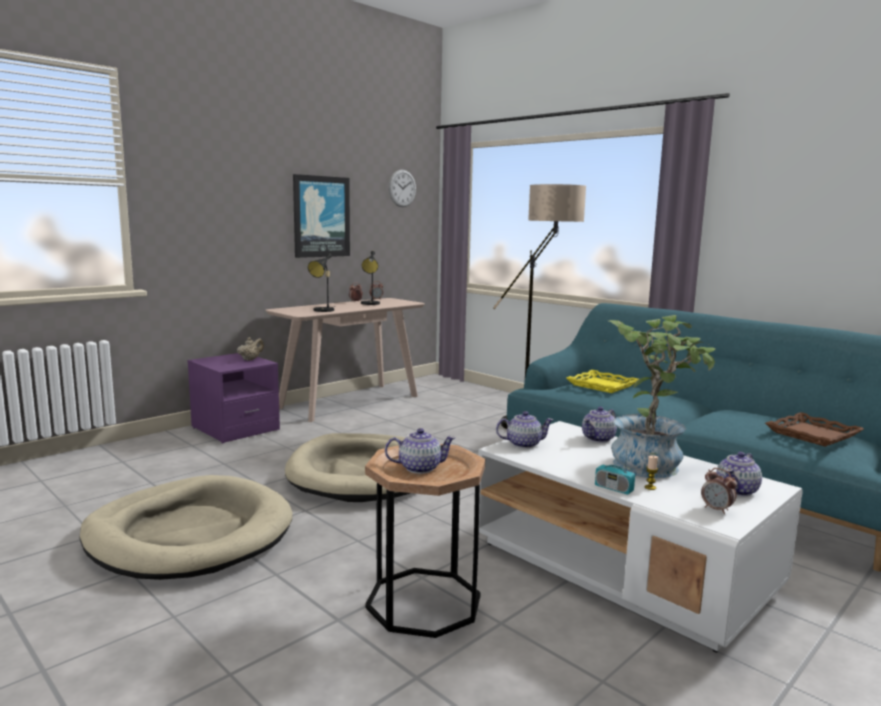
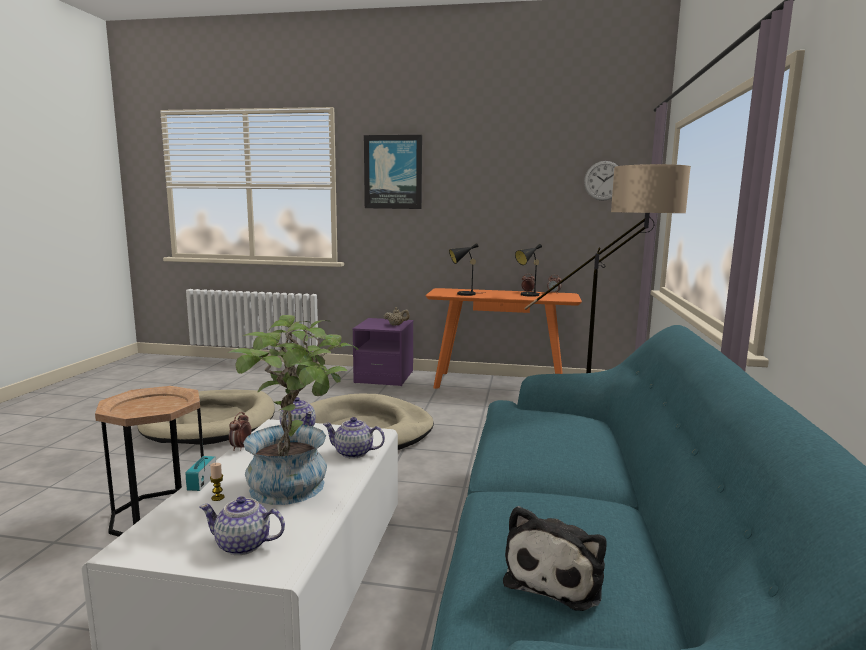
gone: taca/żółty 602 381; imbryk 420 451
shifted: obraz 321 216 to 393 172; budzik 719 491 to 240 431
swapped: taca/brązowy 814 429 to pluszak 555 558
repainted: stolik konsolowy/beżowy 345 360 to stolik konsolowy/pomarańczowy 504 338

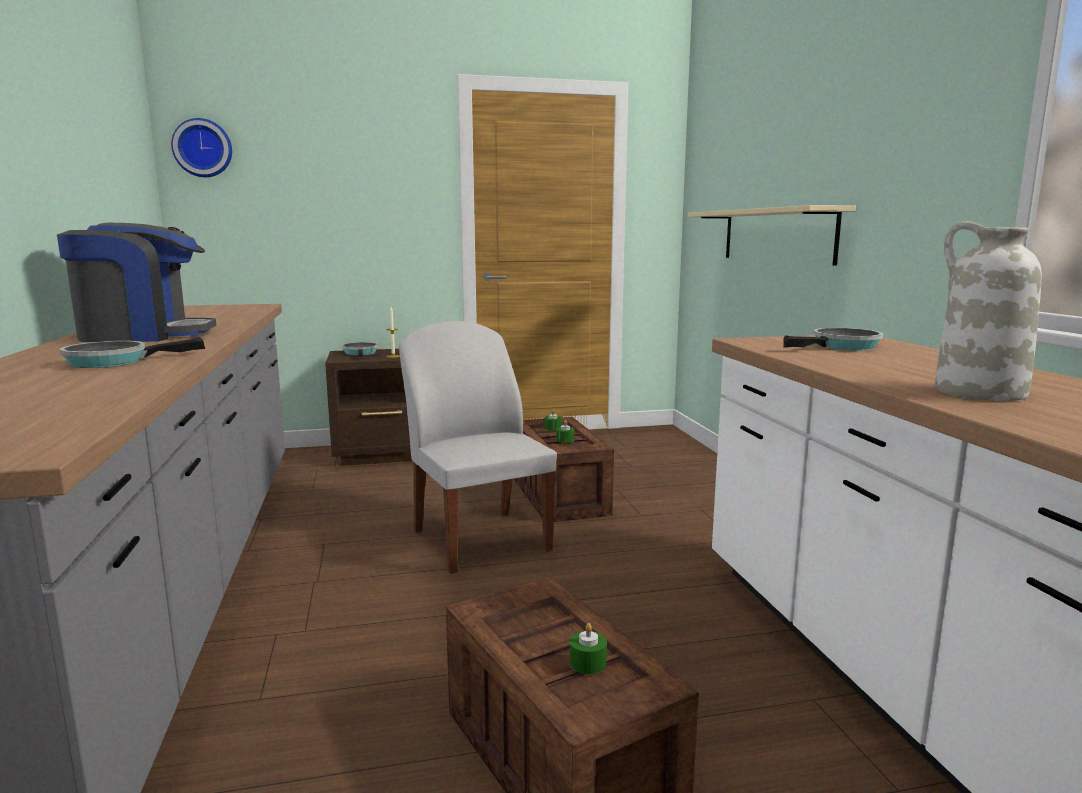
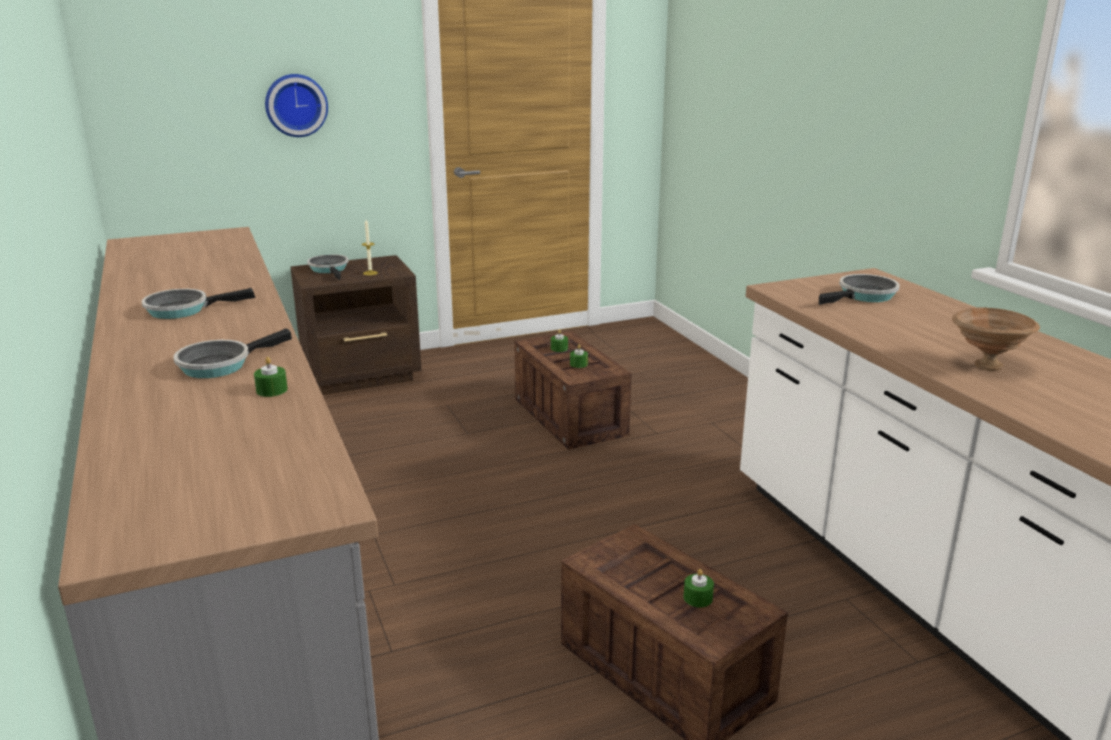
gone: półka/beżowy 771 235; krzesło/biały 478 447
new: świeca/zielony 271 377
shifted: zegar ścienny 201 147 to 296 105
swapped: wazon/biały 988 311 to miska/brązowy 996 339; ekspres do kawy 136 282 to patelnia 198 303

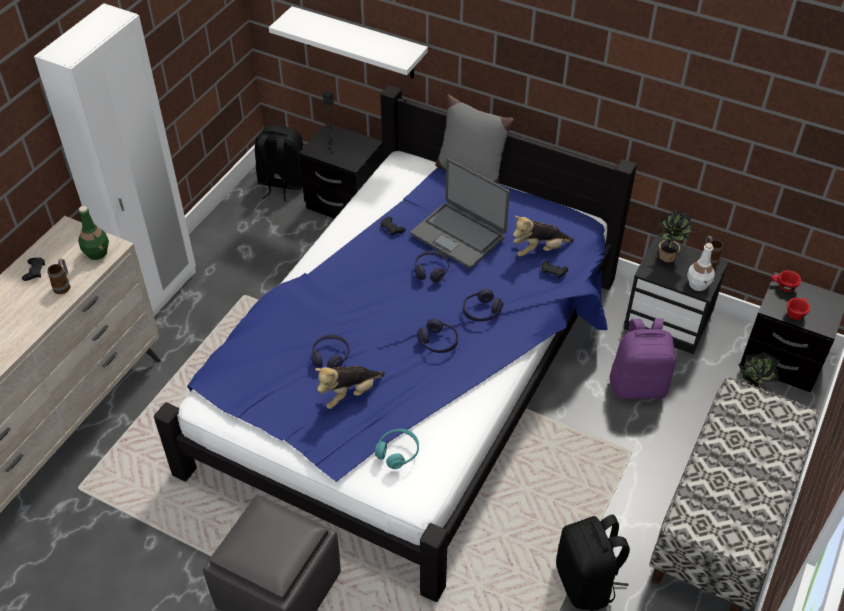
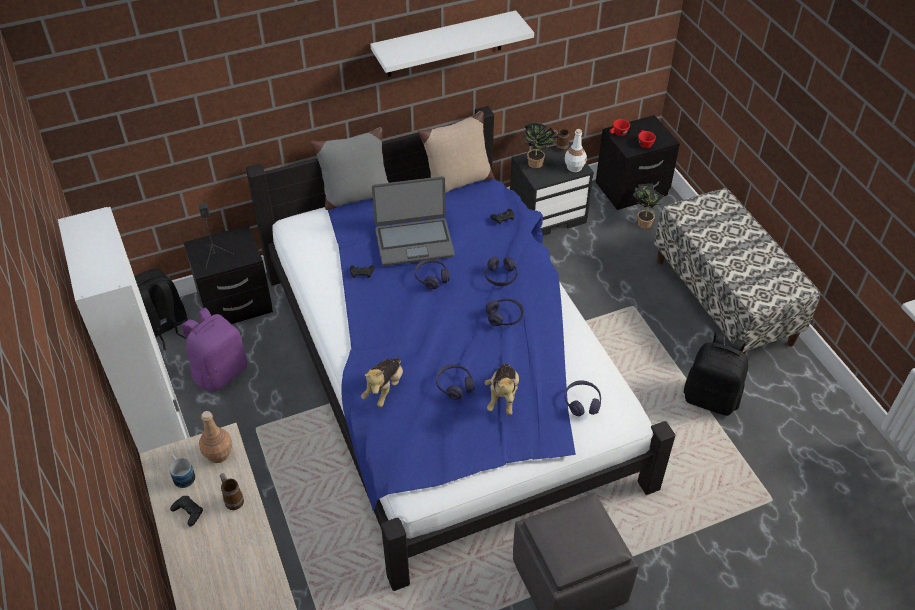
new: poduszka/beżowy 456 152; kubek 182 471
shifted: półka/biały 348 42 to 452 43; pluszak 543 236 to 382 382; plecak/fioletowy 643 359 to 214 350
repainted: butelka/zielony 93 233 to butelka/brązowy 215 437; słuchawki/turkusowy 397 449 to słuchawki/fioletowy 582 398

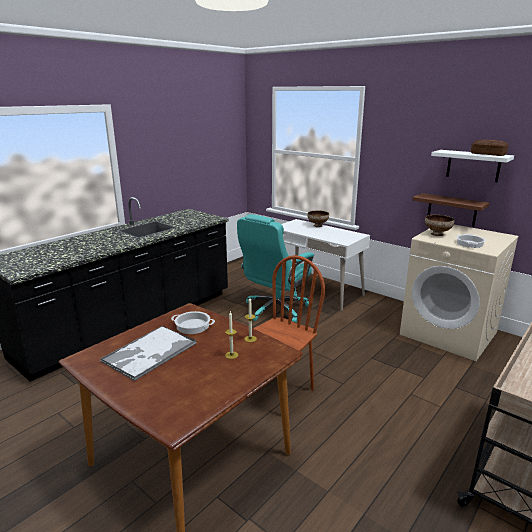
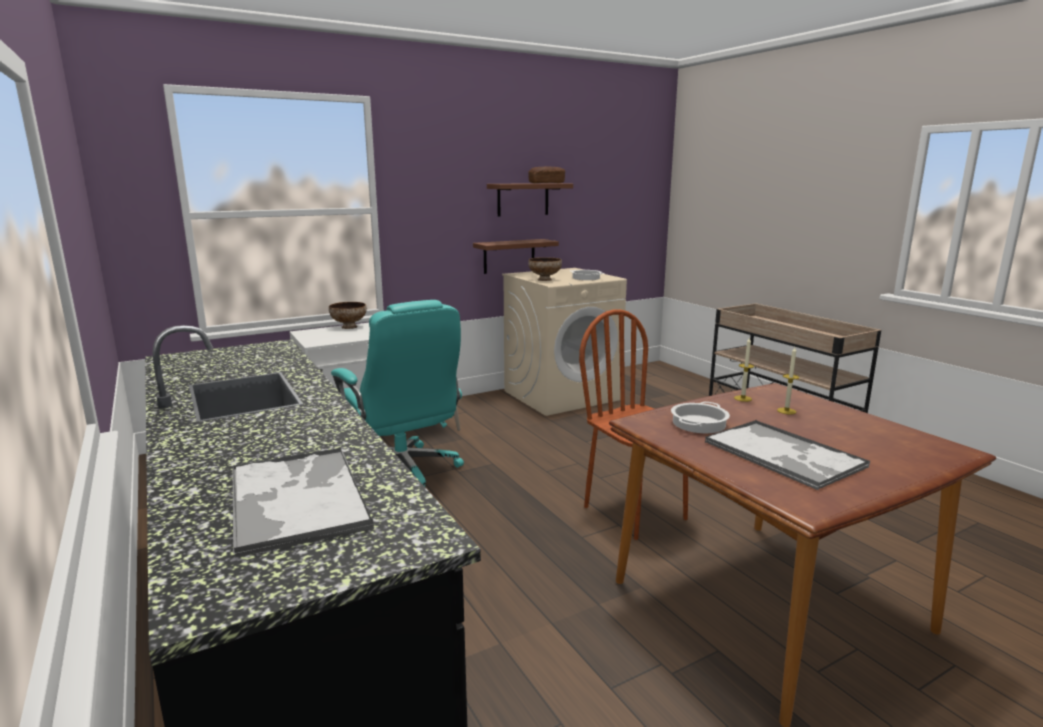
new: taca 303 503
repainted: półka/biały 472 166 to półka/brązowy 530 200

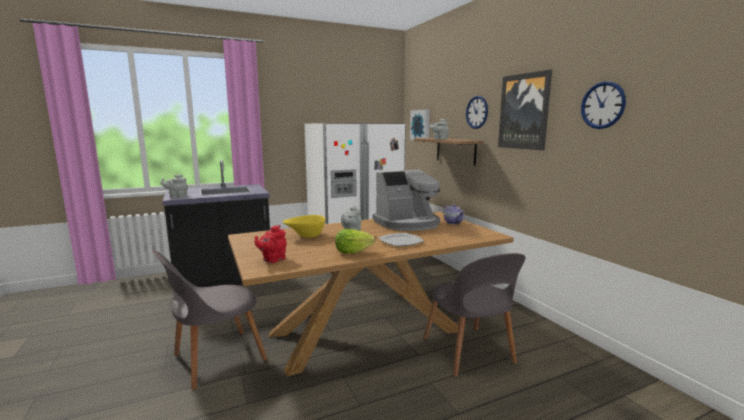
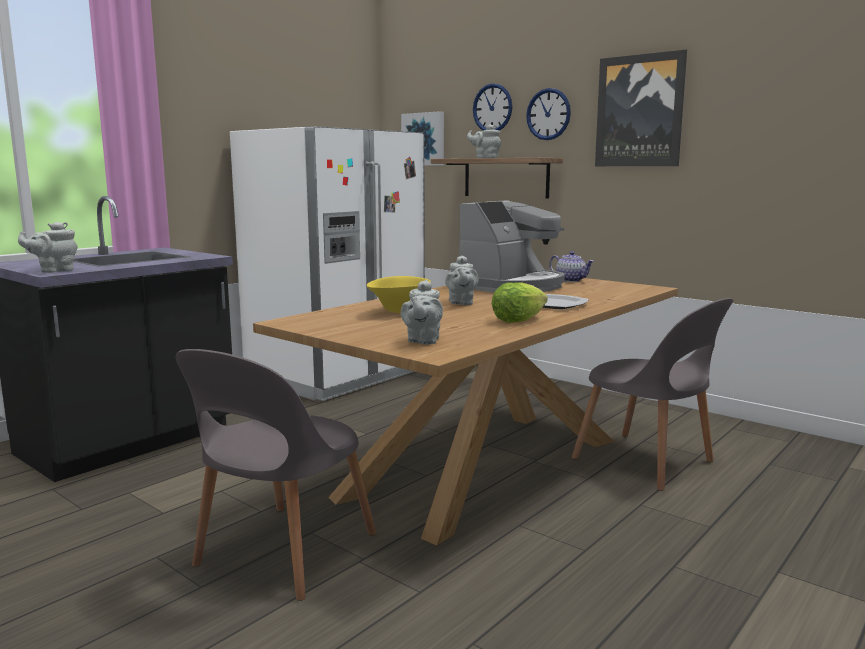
shifted: zegar ścienny 603 105 to 492 107
repainted: imbryk/czerwony 271 244 to imbryk/szary 422 312

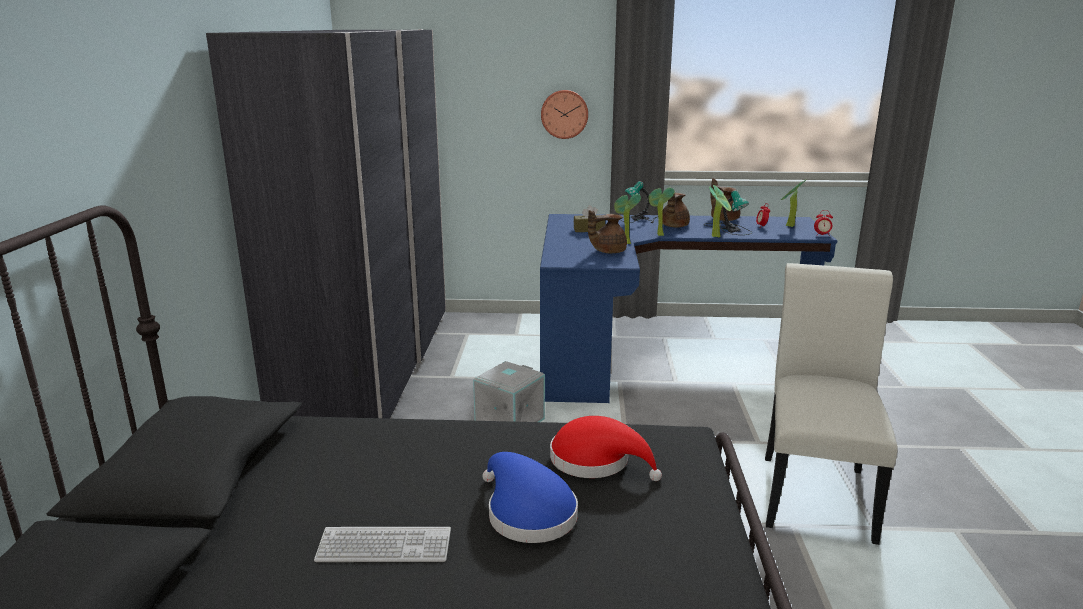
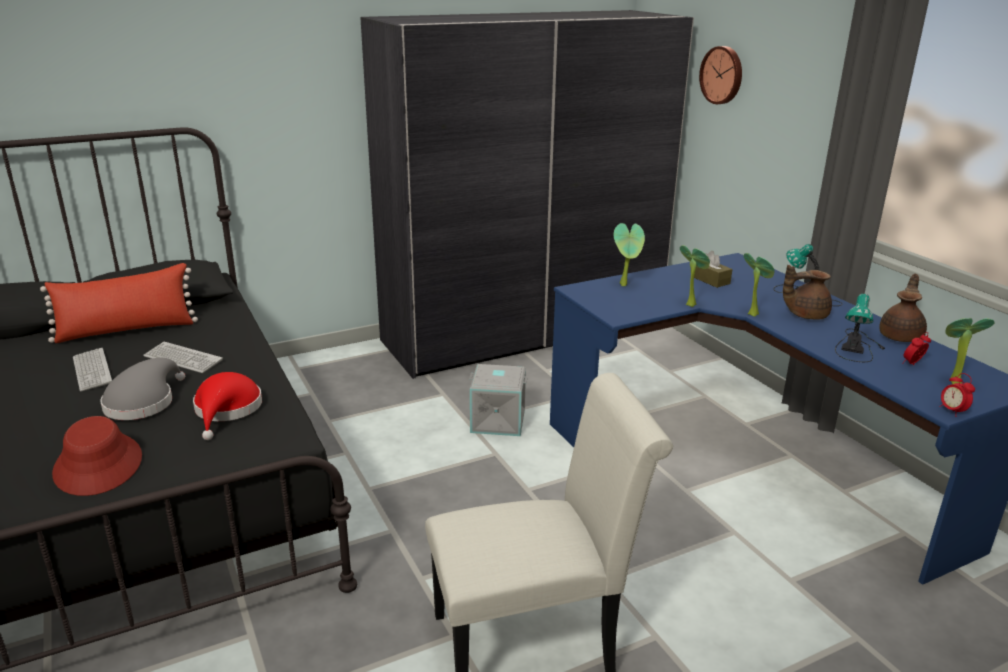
gone: imbryk/brązowy 607 231
new: poduszka/czerwony 119 303; klawiatura 183 357; kapelusz/czerwony 97 456
shifted: zegar ścienny 564 114 to 720 75; roślina doniczkowa 720 211 to 629 254
repainted: kapelusz/niebieski 530 497 to kapelusz/szary 142 389

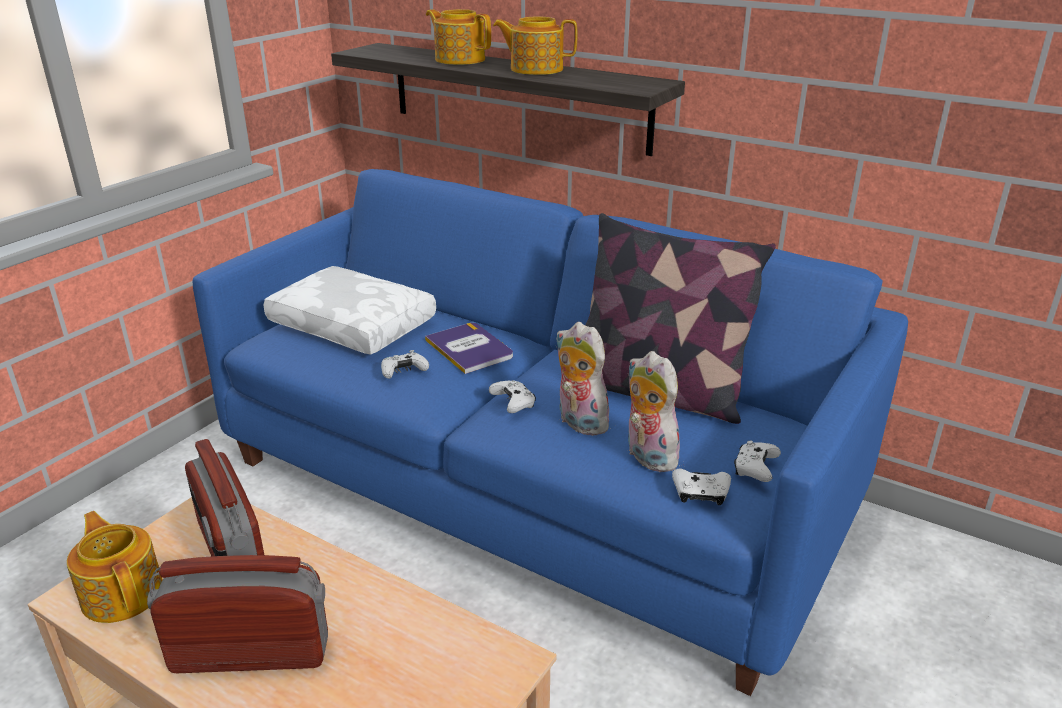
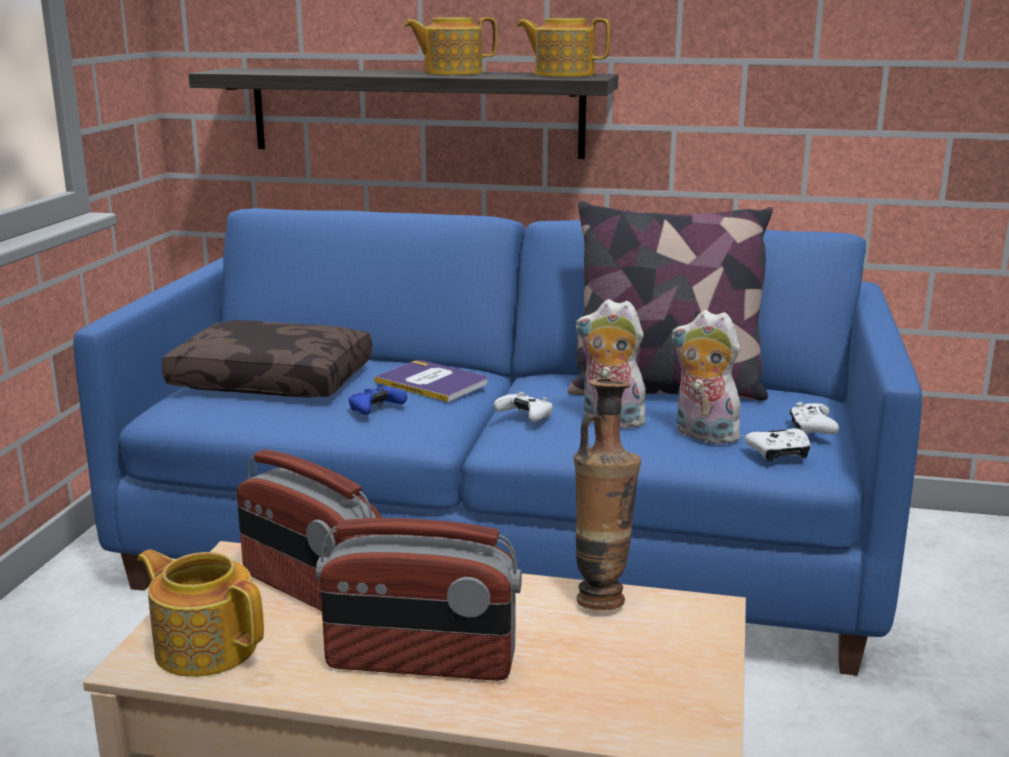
new: wazon 607 494
shifted: imbryk 458 37 to 563 47
repainted: poduszka/biały 349 310 to poduszka/brązowy 267 359; pad do gier/biały 405 364 to pad do gier/niebieski 378 399
rotated: radio 237 614 = 419 599 150 degrees counterclockwise

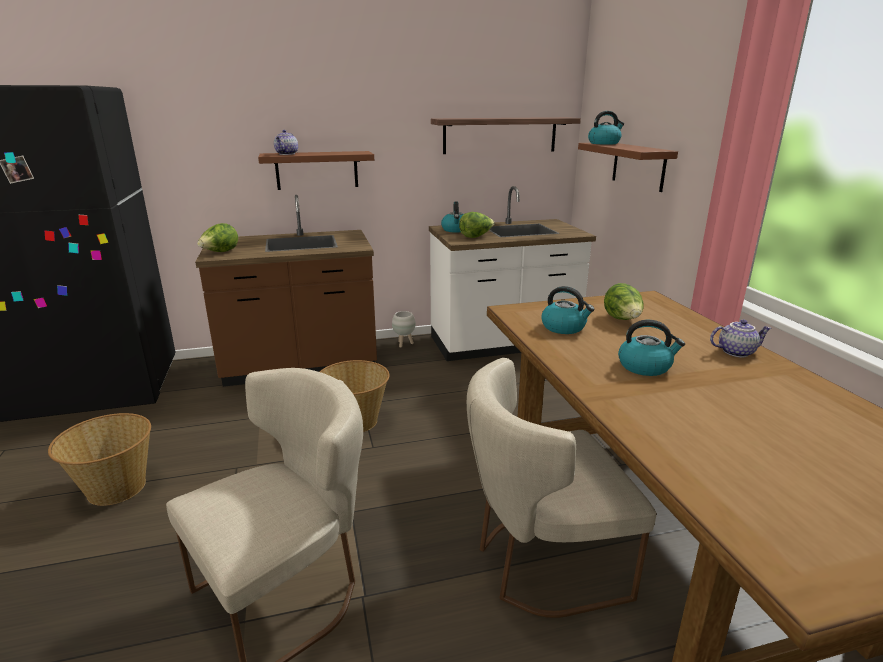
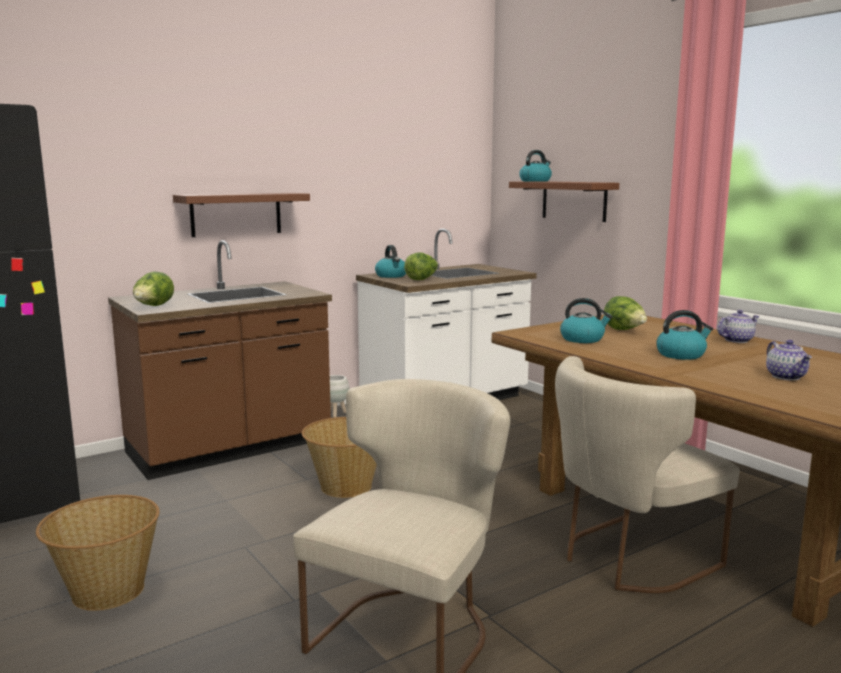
gone: półka 506 135
shifted: imbryk 286 142 to 789 360

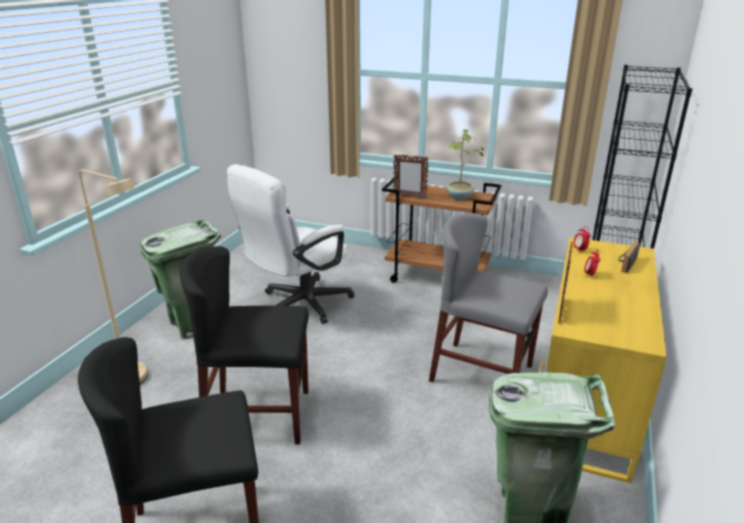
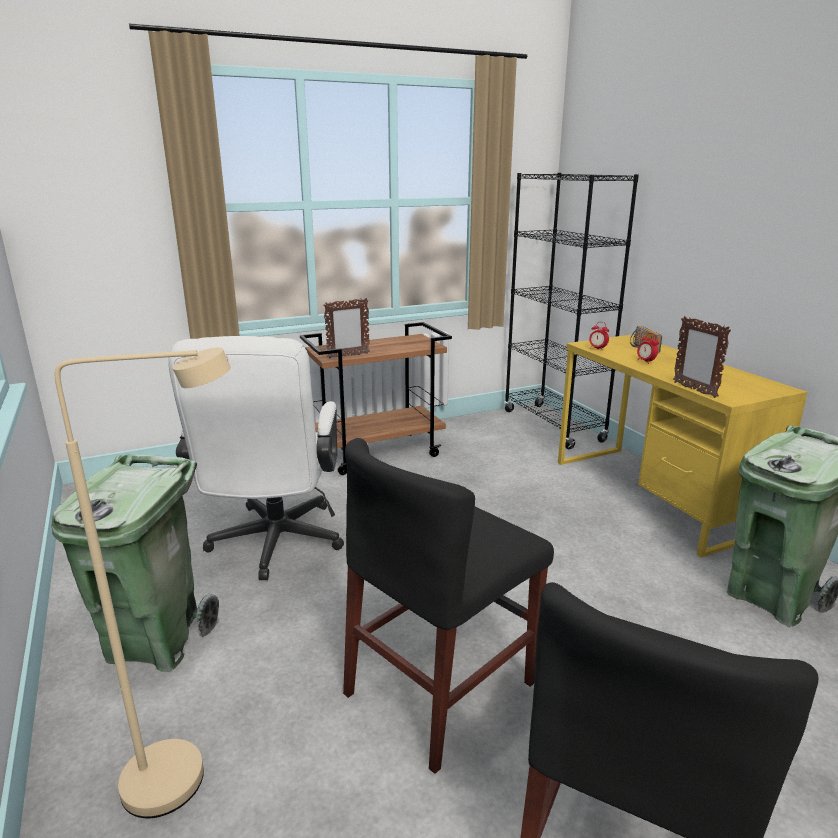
gone: roślina doniczkowa 467 164; krzesło/szary 488 297

